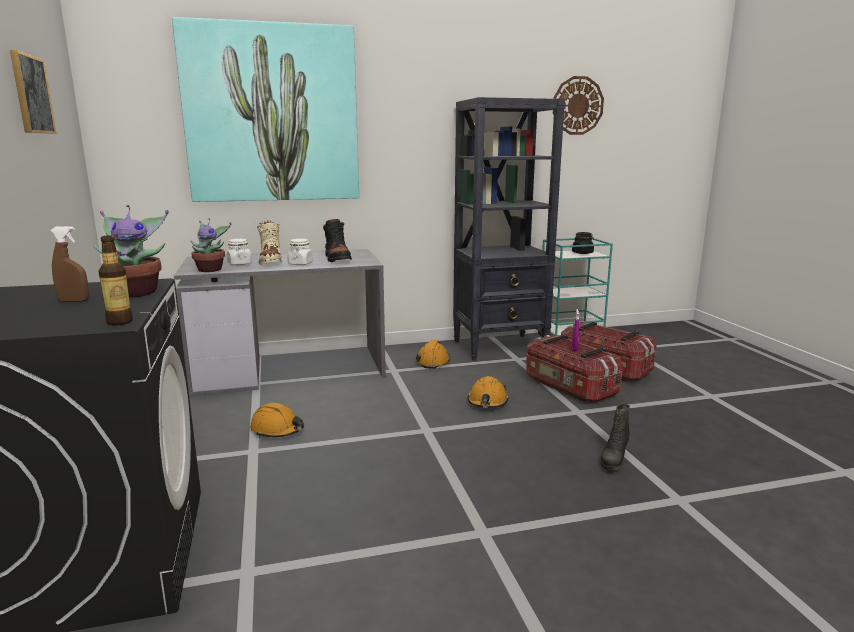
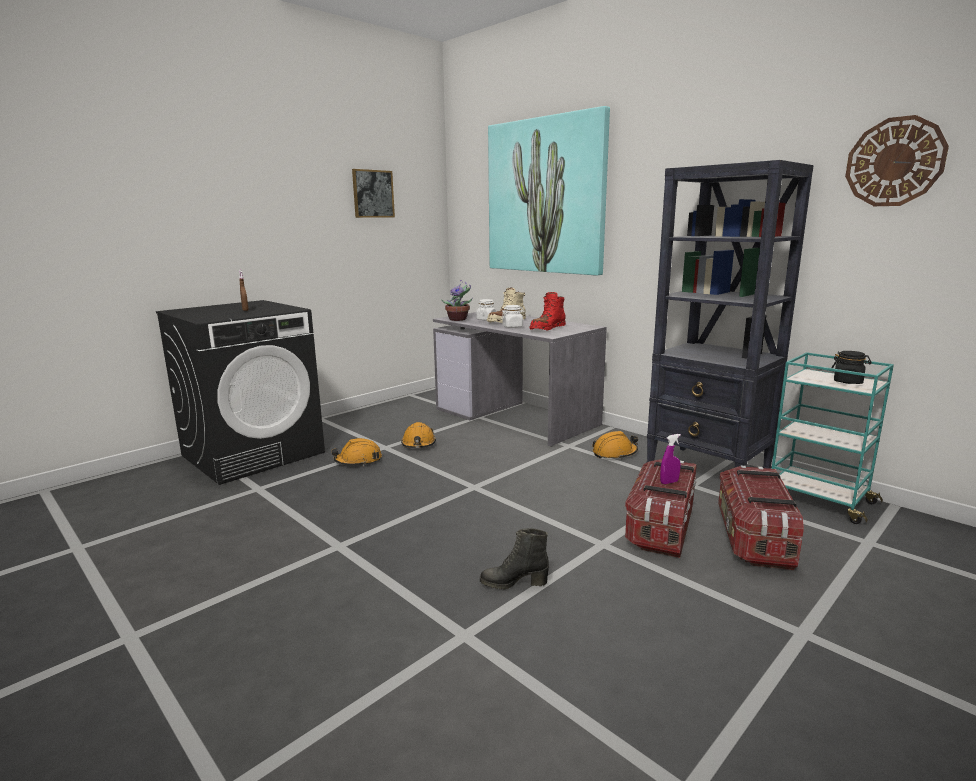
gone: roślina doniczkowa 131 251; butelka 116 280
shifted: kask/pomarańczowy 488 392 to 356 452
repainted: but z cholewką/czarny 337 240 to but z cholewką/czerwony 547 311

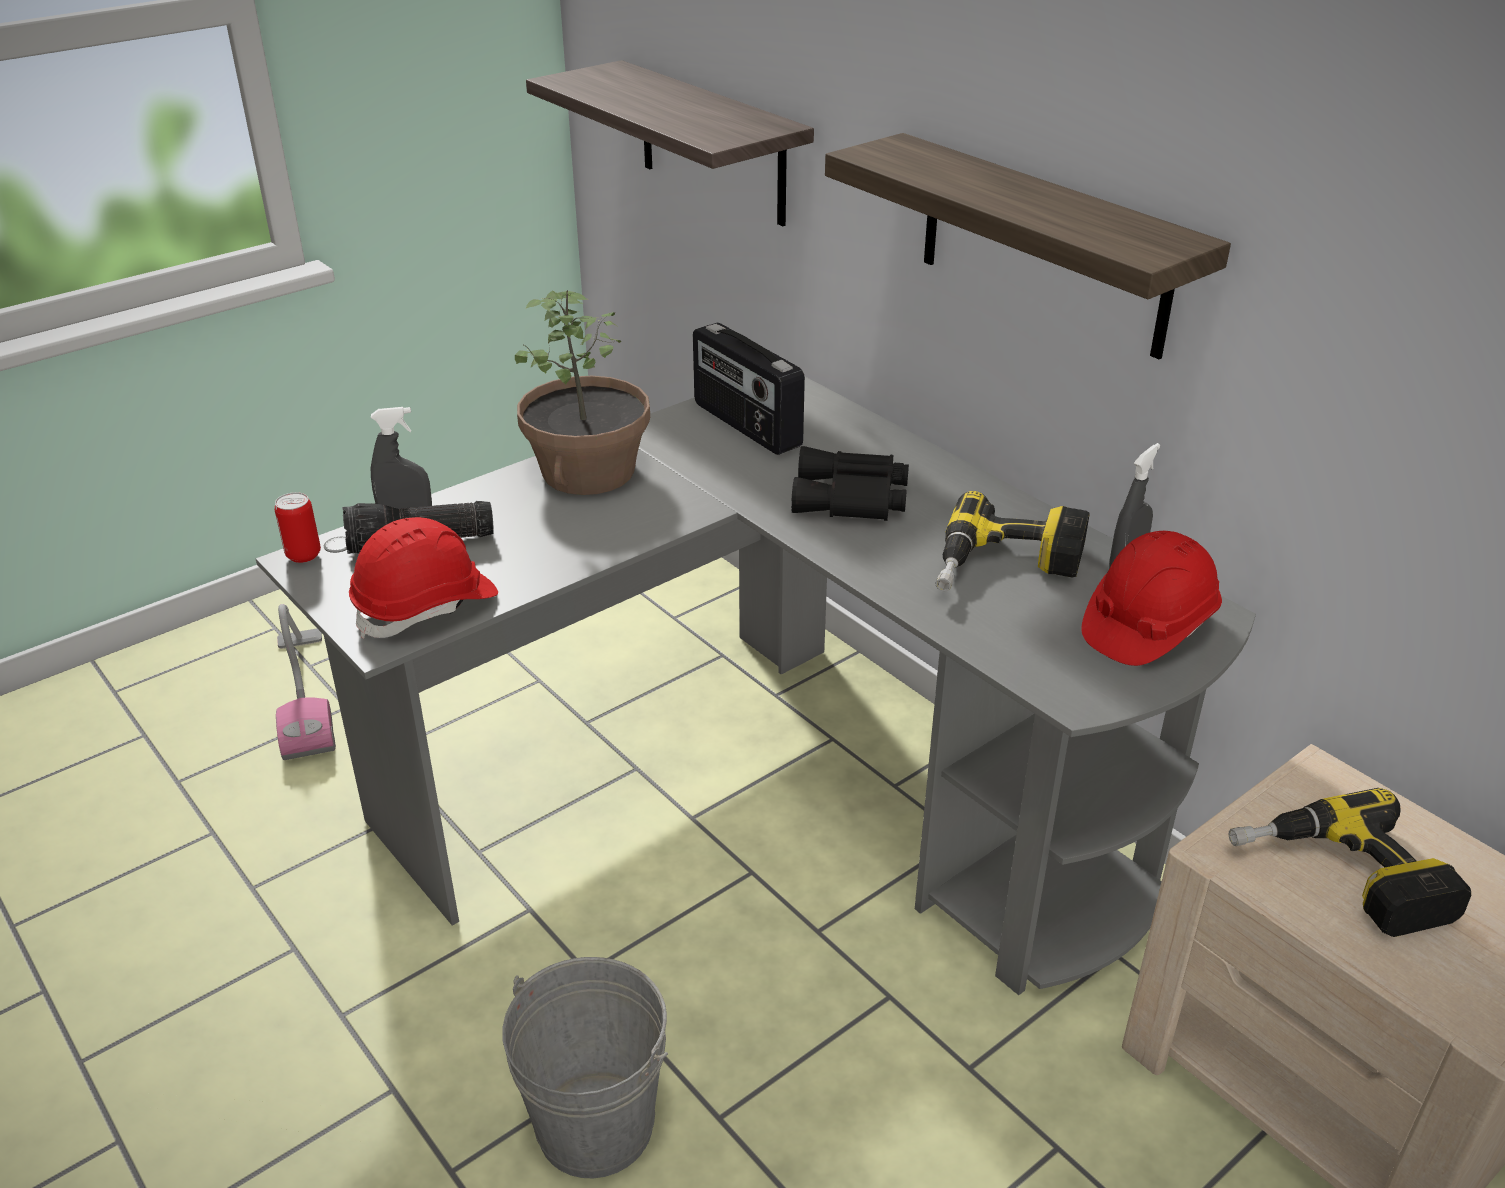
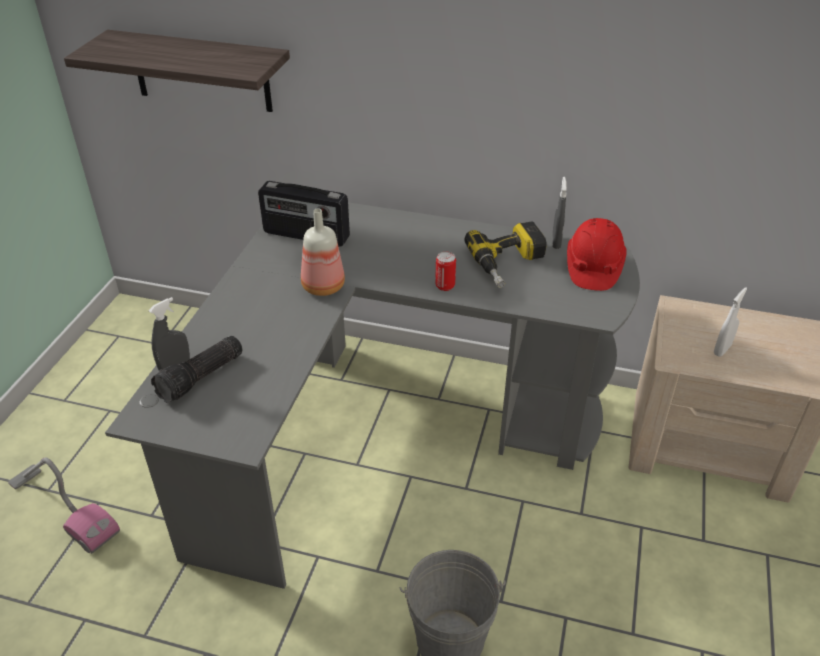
gone: półka 1028 246; roślina doniczkowa 582 392; lornetka/czarny 850 483; kask/czerwony 423 578
new: butelka 323 252
shifted: puszka 297 527 to 445 271
swapped: wiertarka 1350 862 to spryskiwacz/biały 730 322

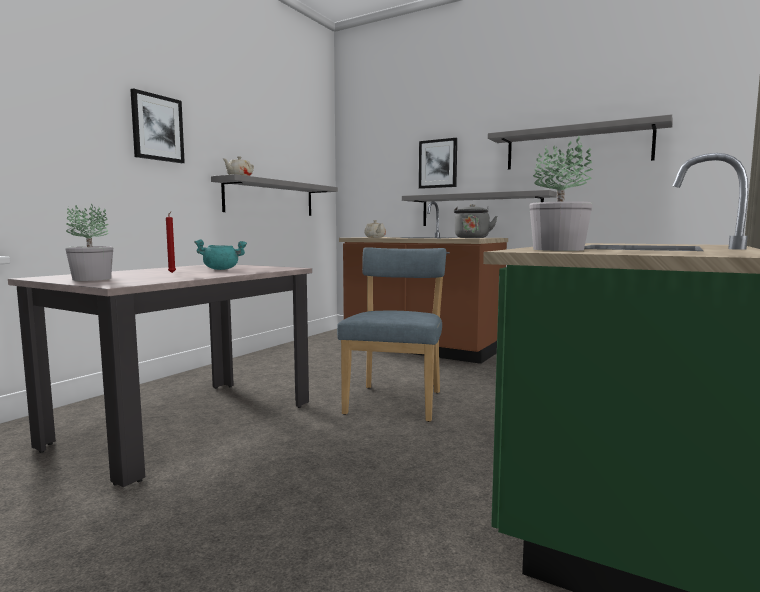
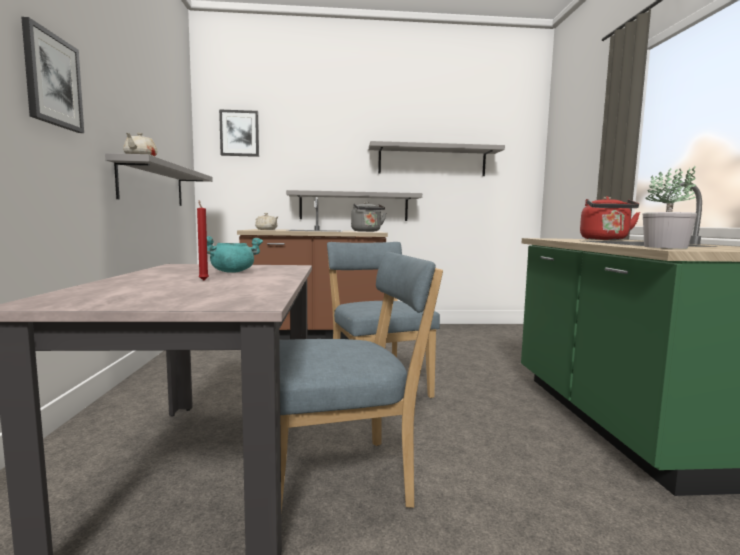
gone: roślina doniczkowa 89 242
new: czajnik/czerwony 610 218; krzesło/niebieski 361 382
shifted: obraz 438 163 to 239 133

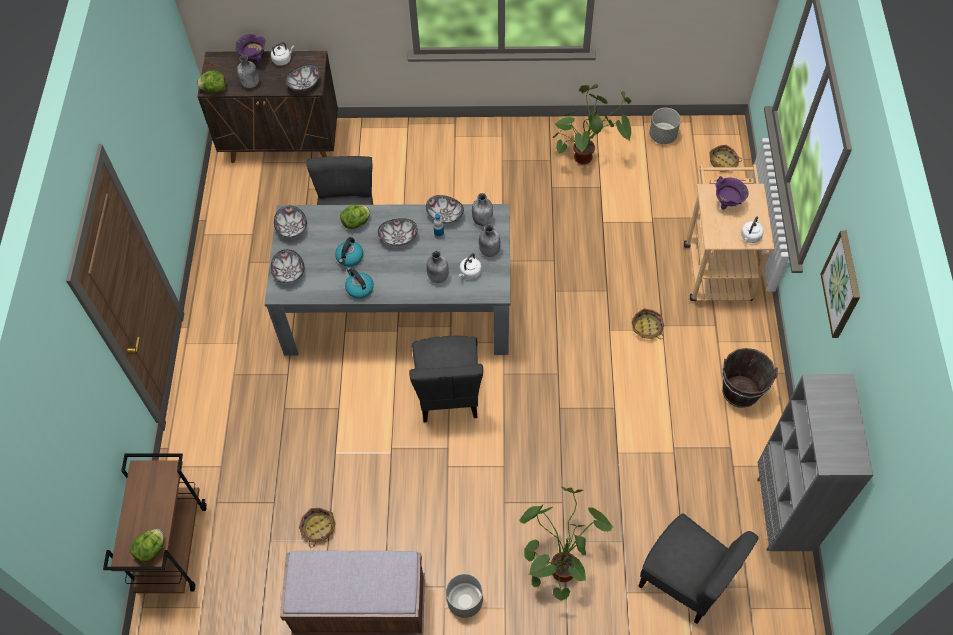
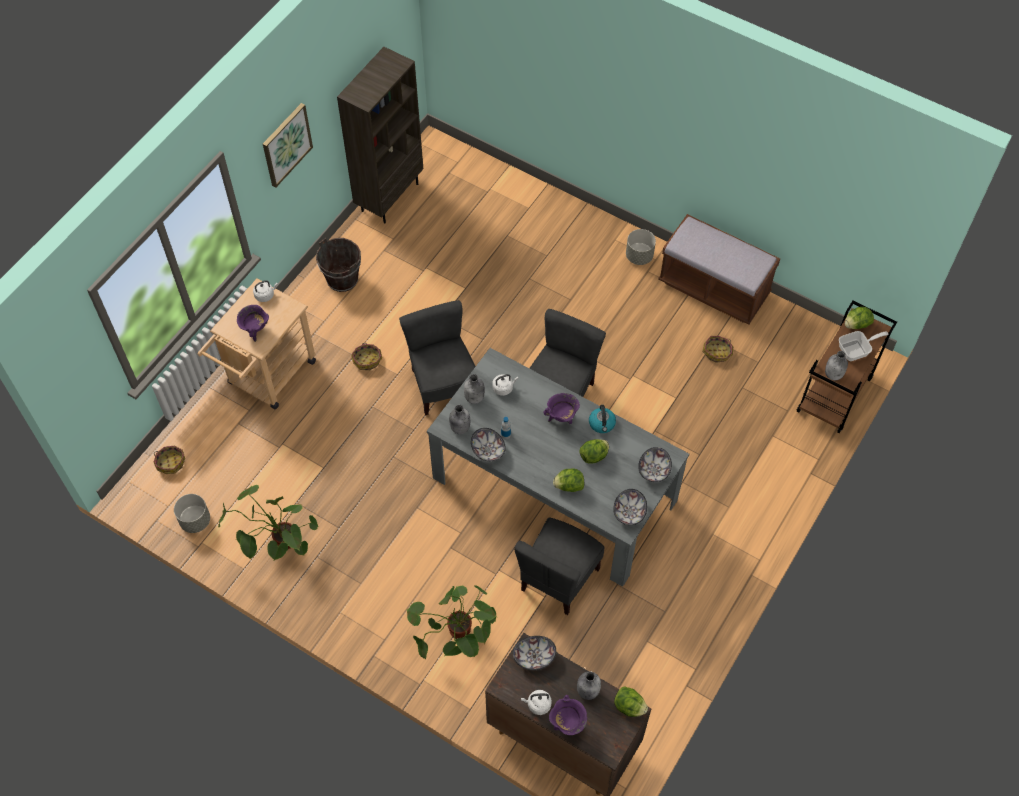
gone: miska 398 232
new: patelnia 863 346; garnek/fioletowy 562 408
shifted: butelka/szary 437 267 to 836 365; roślina doniczkowa 567 543 to 452 622; krzesło/szary 698 569 to 437 357
swapped: czajnik 349 252 to sałata 594 451
repainted: regał/szary 815 462 to regał/brązowy 380 135

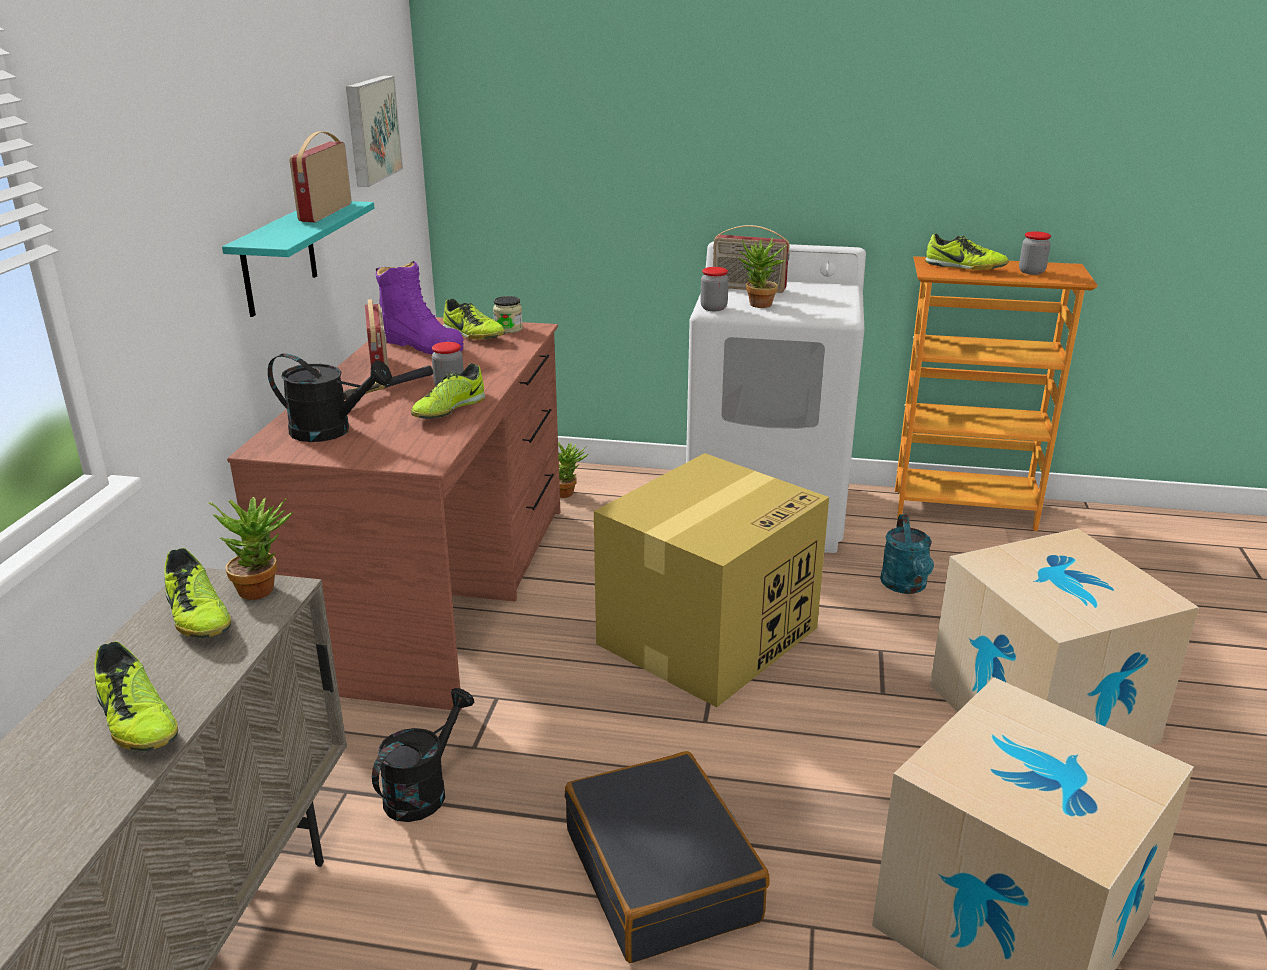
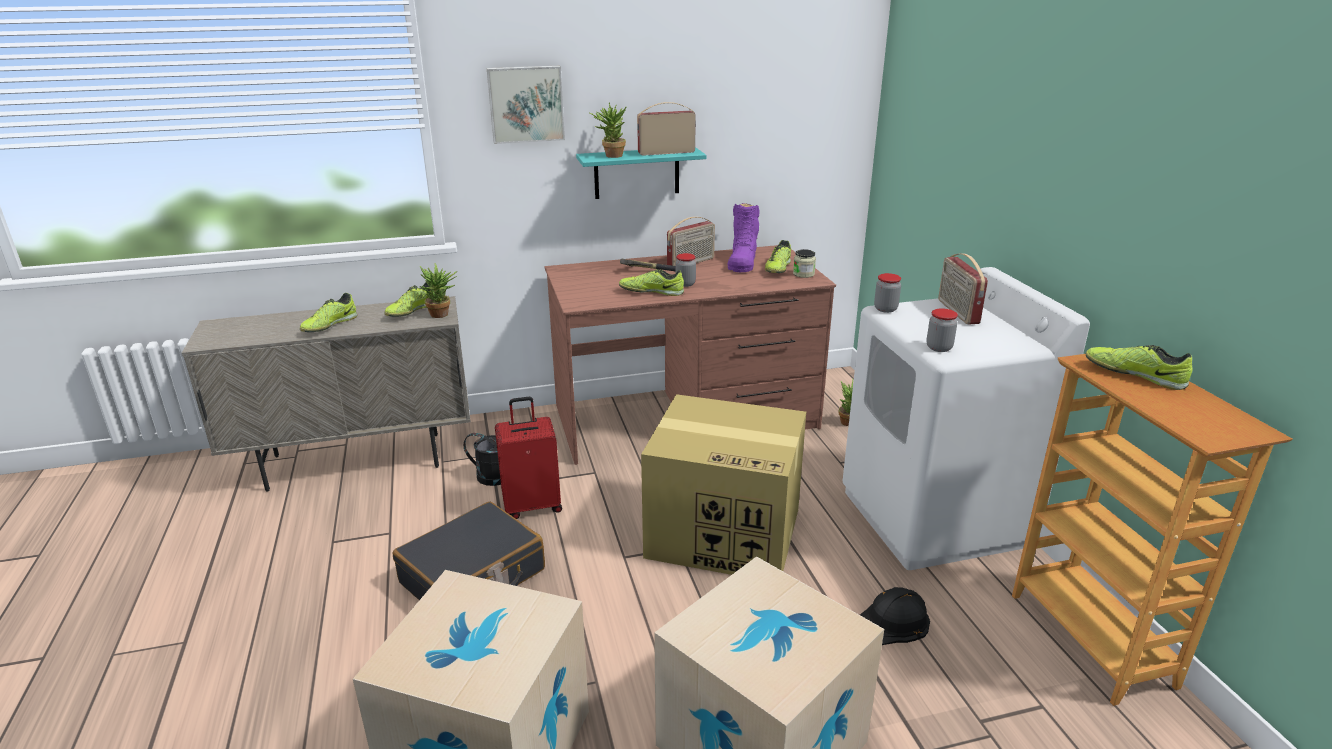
gone: konewka/czarny 330 397
new: walizka/czerwony 528 458
shifted: obraz 374 131 to 526 105; słoik 1035 253 to 942 330; roślina doniczkowa 763 273 to 608 130
swapped: konewka/turkusowy 907 554 to kask/czarny 895 616
rotated: but 967 251 = 1139 367 120 degrees clockwise

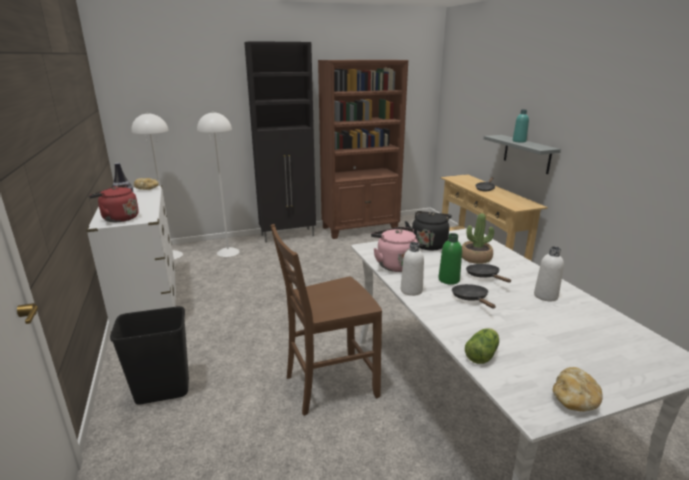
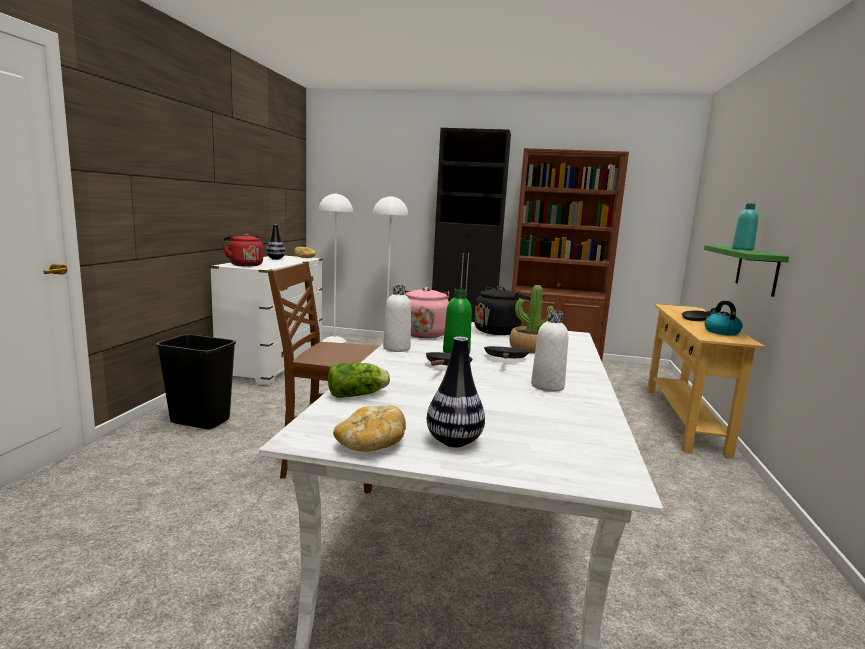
new: czajnik 724 318; wazon 456 392
repainted: półka/szary 522 154 to półka/zielony 746 271

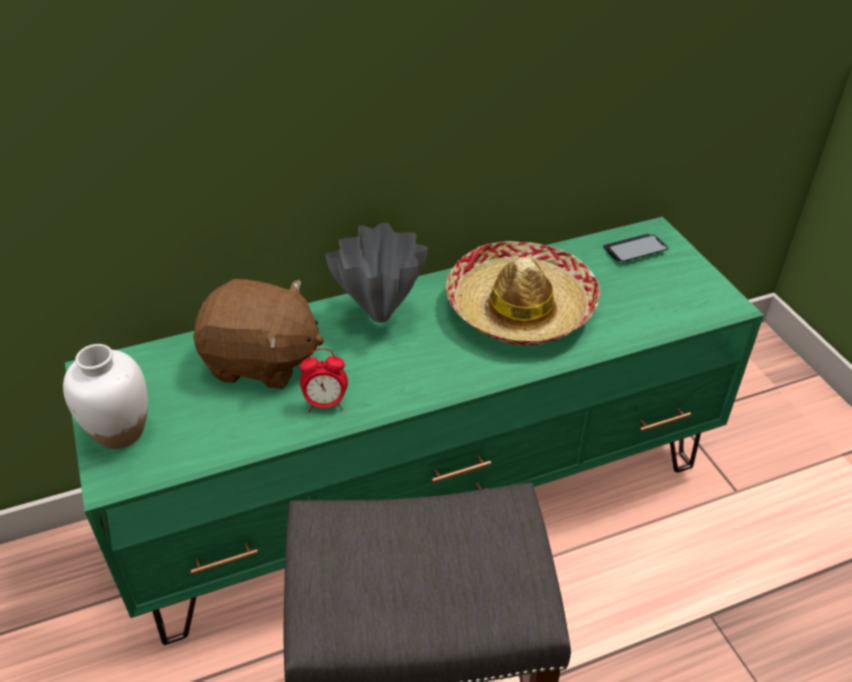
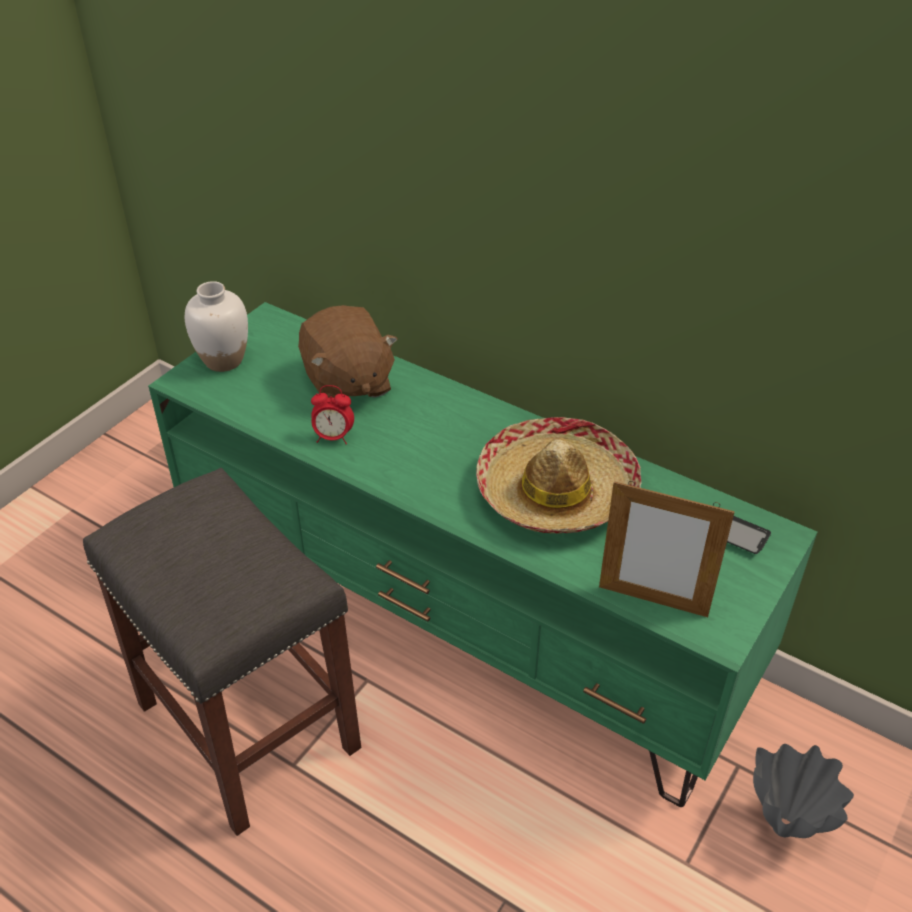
new: ramka na zdjęcie 667 549
shifted: wazon/szary 376 273 to 803 791
rotated: budzik 324 380 = 332 414 45 degrees counterclockwise

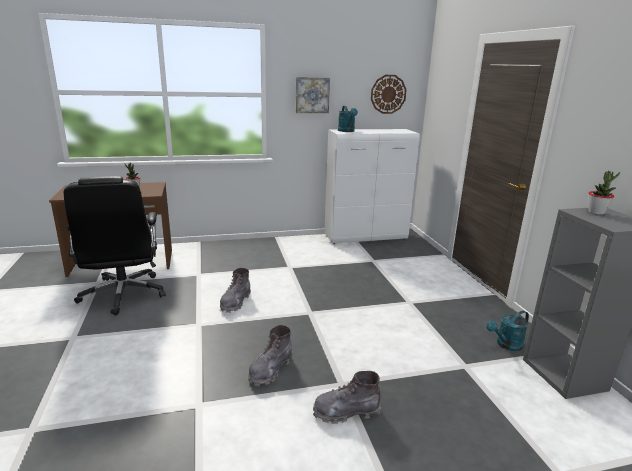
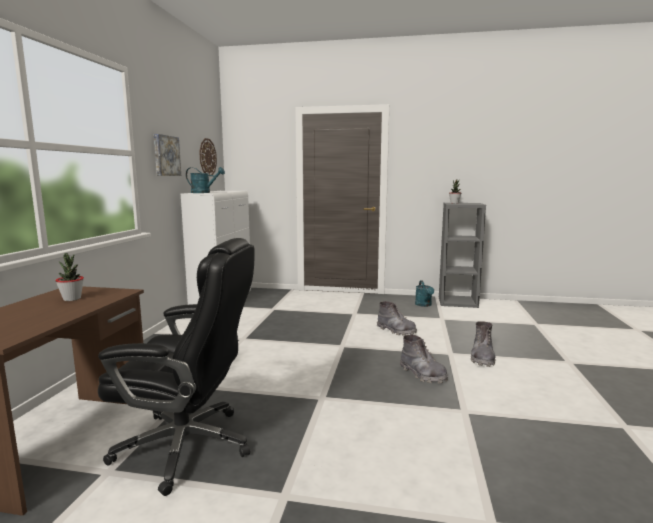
shifted: but z cholewką/szary 235 290 to 397 318

